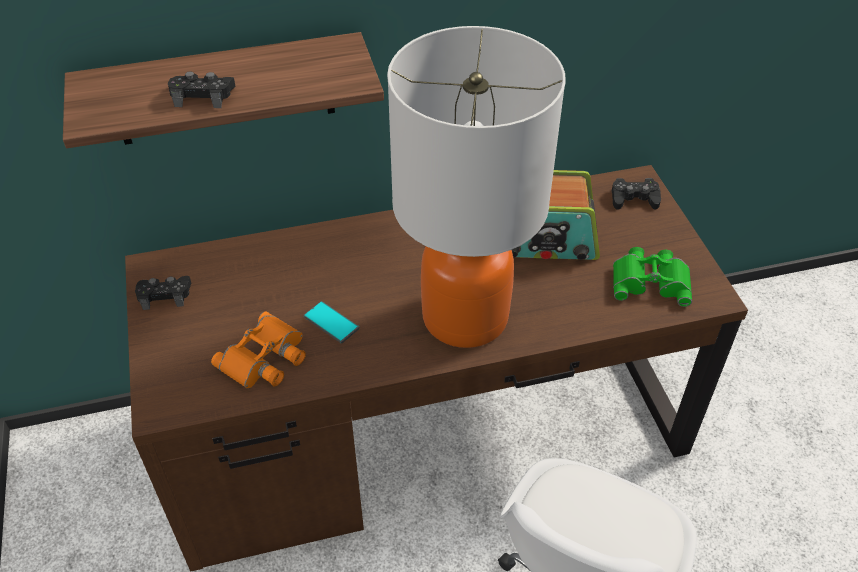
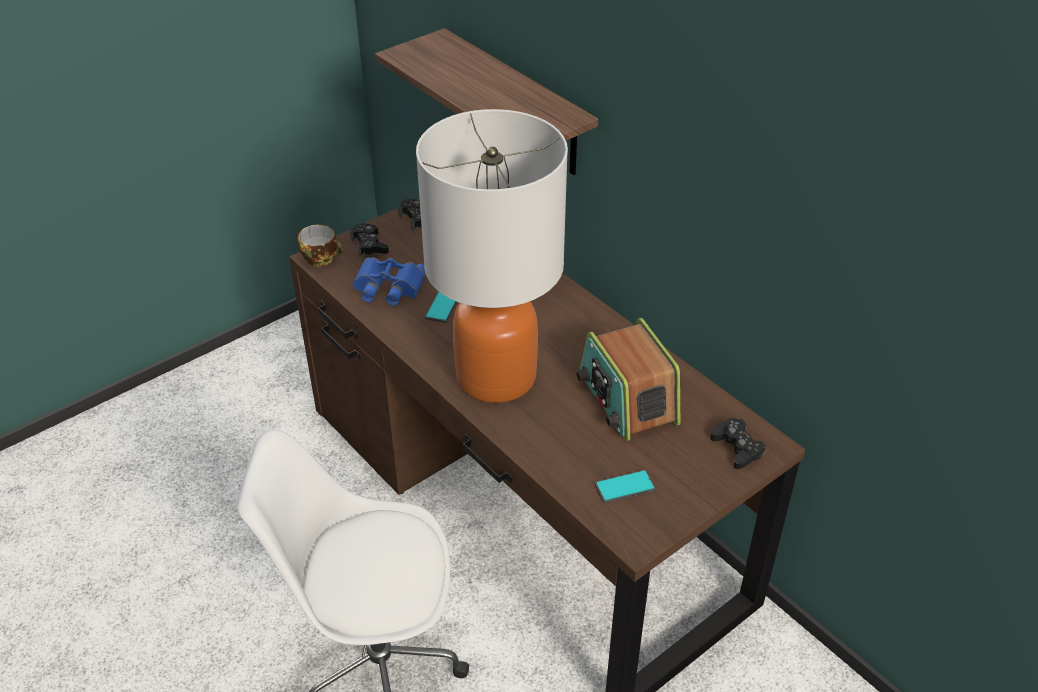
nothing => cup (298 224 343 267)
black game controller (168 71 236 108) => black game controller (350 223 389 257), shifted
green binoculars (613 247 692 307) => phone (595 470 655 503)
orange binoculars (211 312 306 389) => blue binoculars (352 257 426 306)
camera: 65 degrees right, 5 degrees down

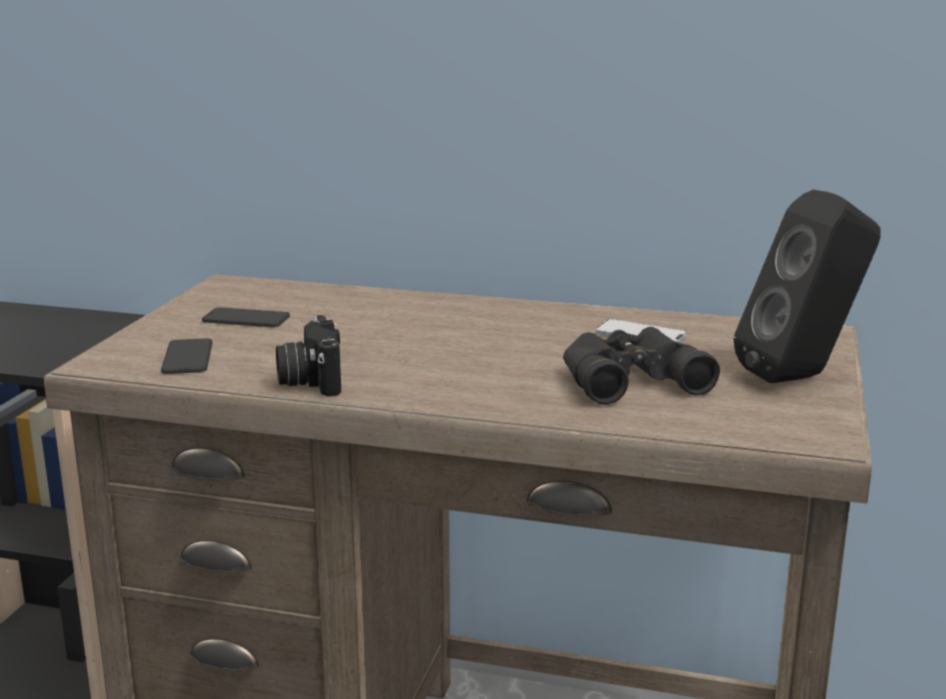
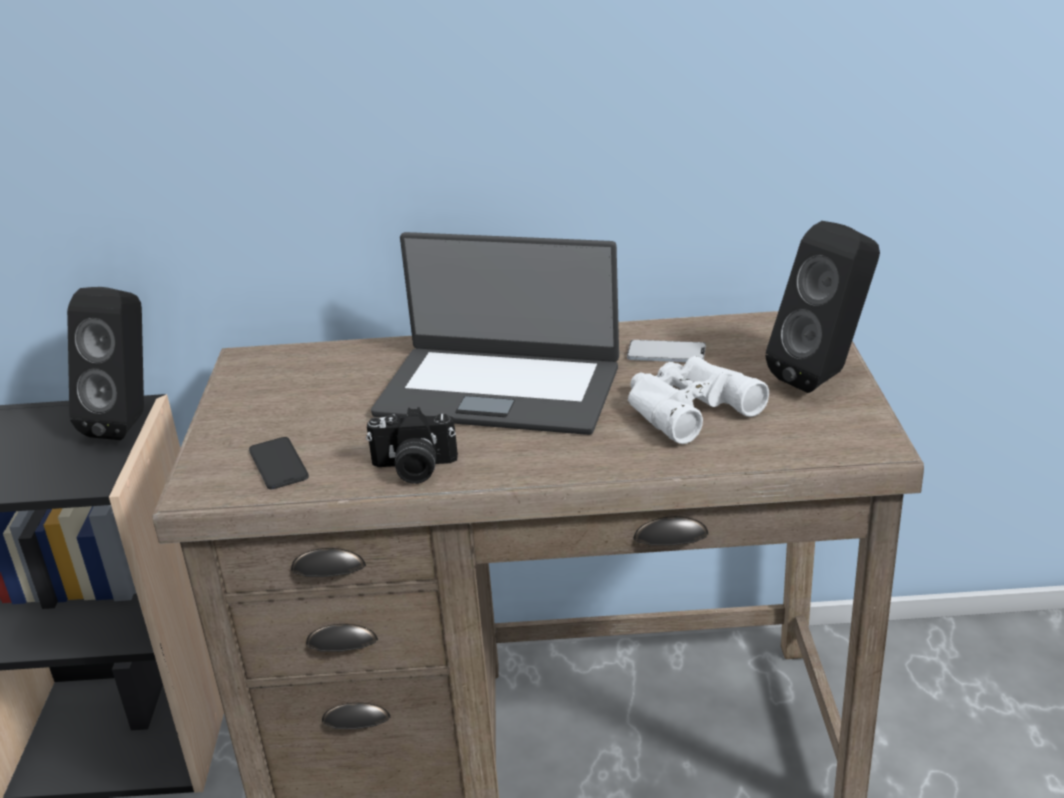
phone (202 307 290 327) => nothing
nothing => black speaker (67 287 144 440)
nothing => laptop (371 232 619 435)
black binoculars (563 327 720 405) => white binoculars (628 356 769 444)
photo camera (276 315 341 396) => photo camera (366 407 458 484), 60 degrees counterclockwise
camera: 15 degrees left, 10 degrees up

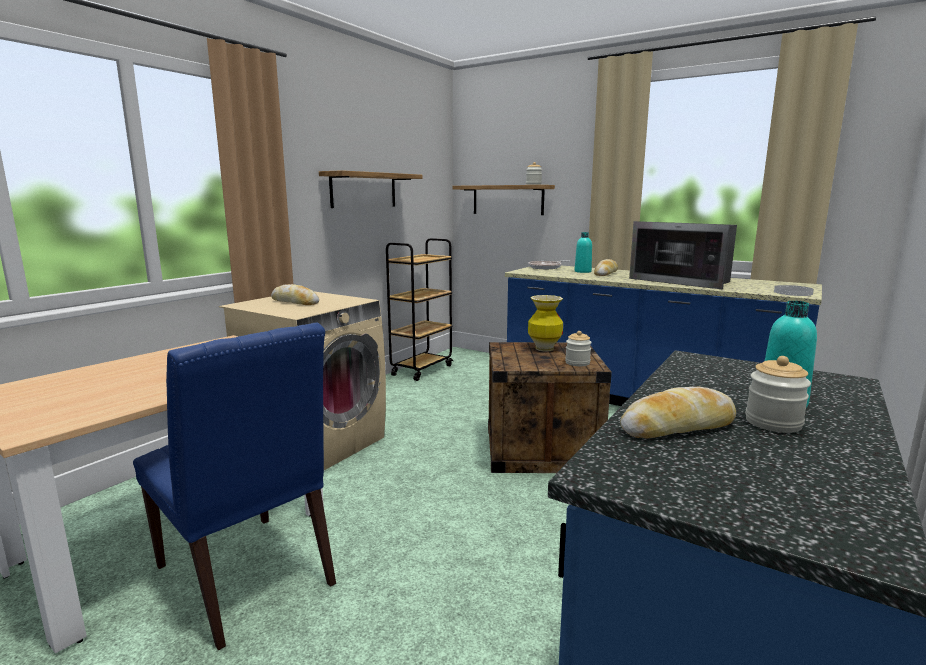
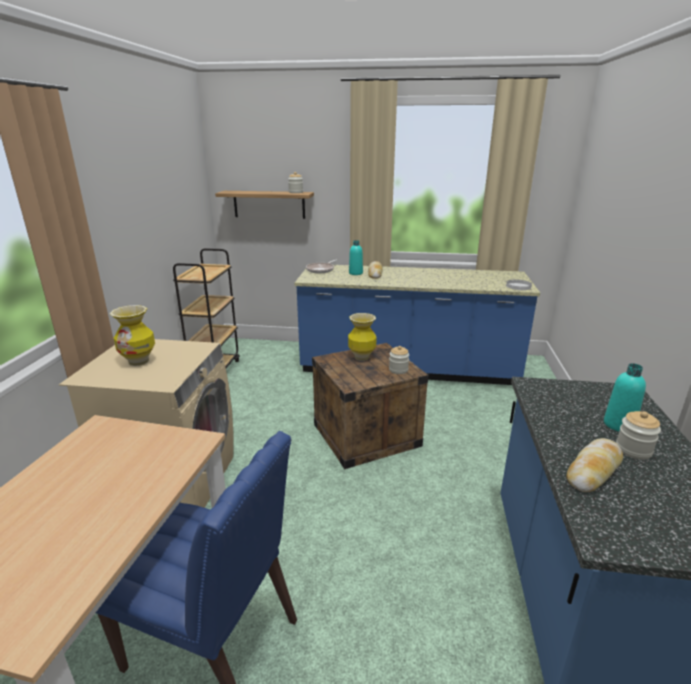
shelf (319 170 423 208) => nothing
microwave (629 221 737 289) => nothing
bread (271 284 319 305) => vase (110 305 155 366)
camera: 25 degrees left, 10 degrees up

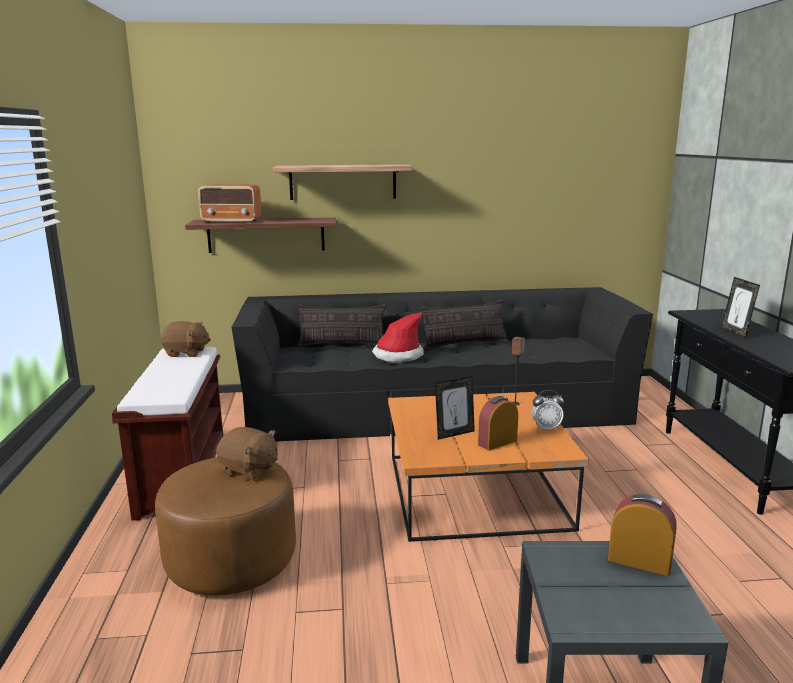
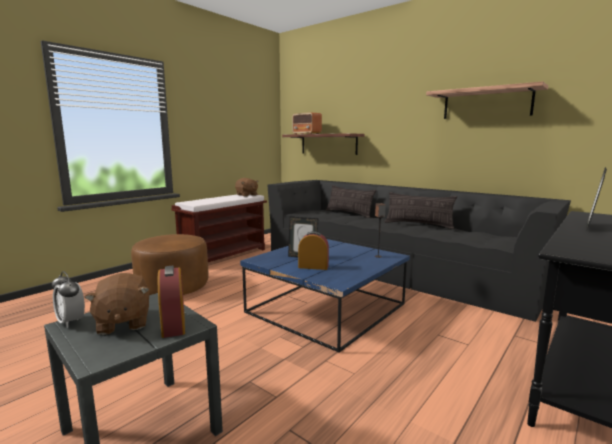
hat (372 312 424 363) => nothing
brown plush toy (216 427 278 481) => brown plush toy (84 273 149 335), shifted
shelf (273 164 413 200) => shelf (426 81 548 119), shifted
alarm clock (532 390 564 431) => alarm clock (52 271 85 328), shifted
orange coffee table (388 392 589 542) => blue coffee table (240 239 410 352)
camera: 45 degrees right, 5 degrees down

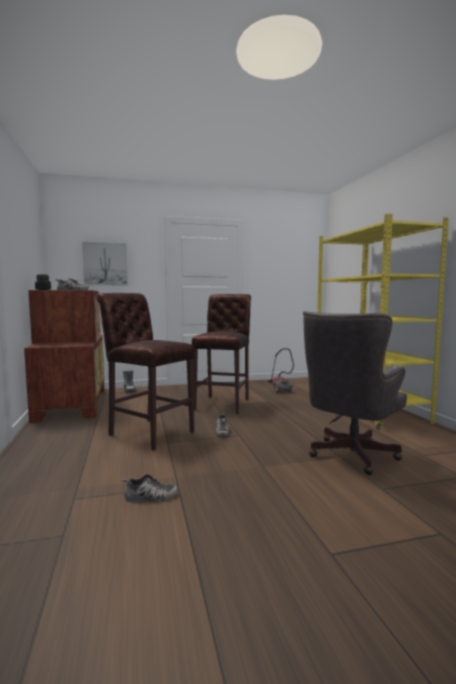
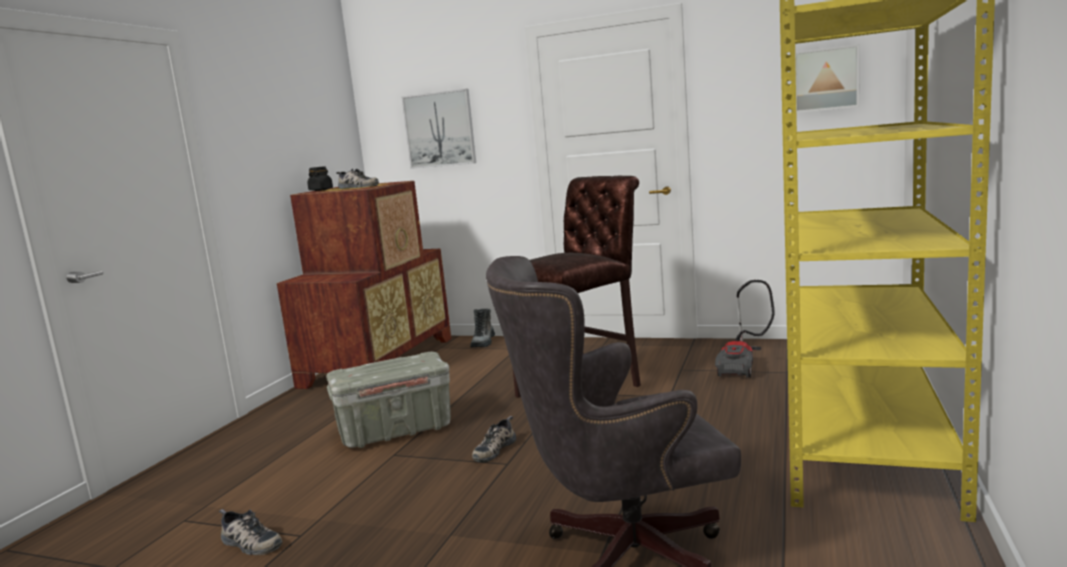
nothing => picture (795 44 859 113)
brown stool (96 293 195 450) => grey storage box (326 352 451 448)
camera: 35 degrees right, 5 degrees up

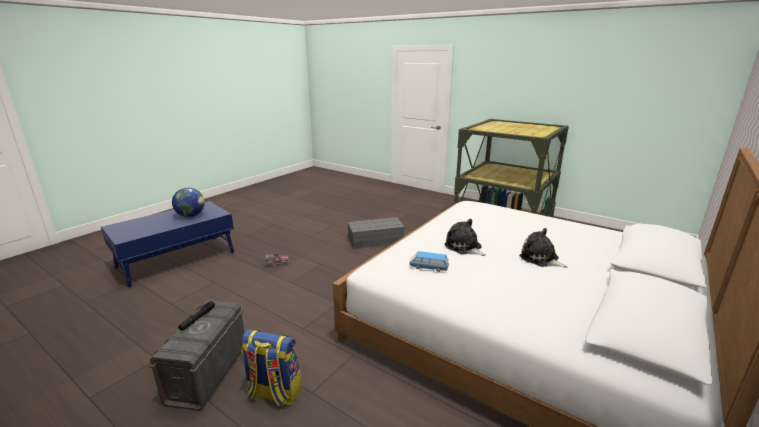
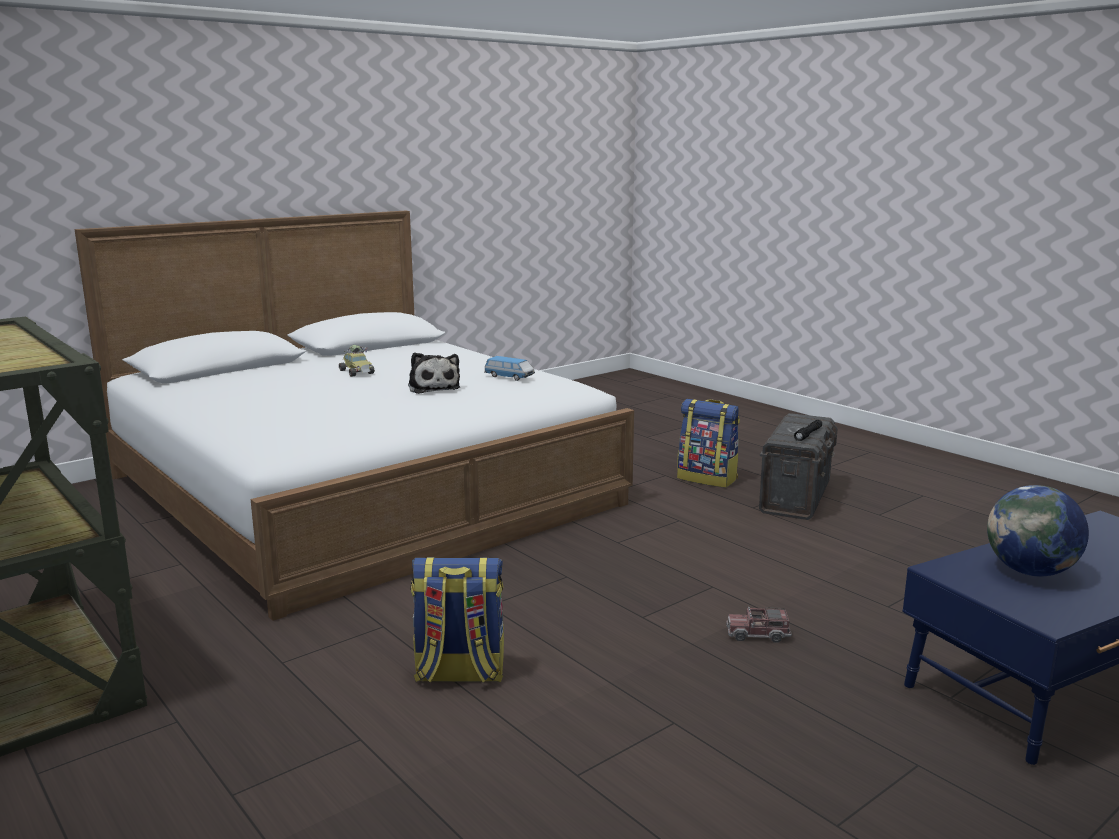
grey storage box (348 217 405 249) => backpack (411 557 504 682)
plush toy (519 228 568 268) => toy car (339 345 375 377)
camera: 165 degrees left, 5 degrees down

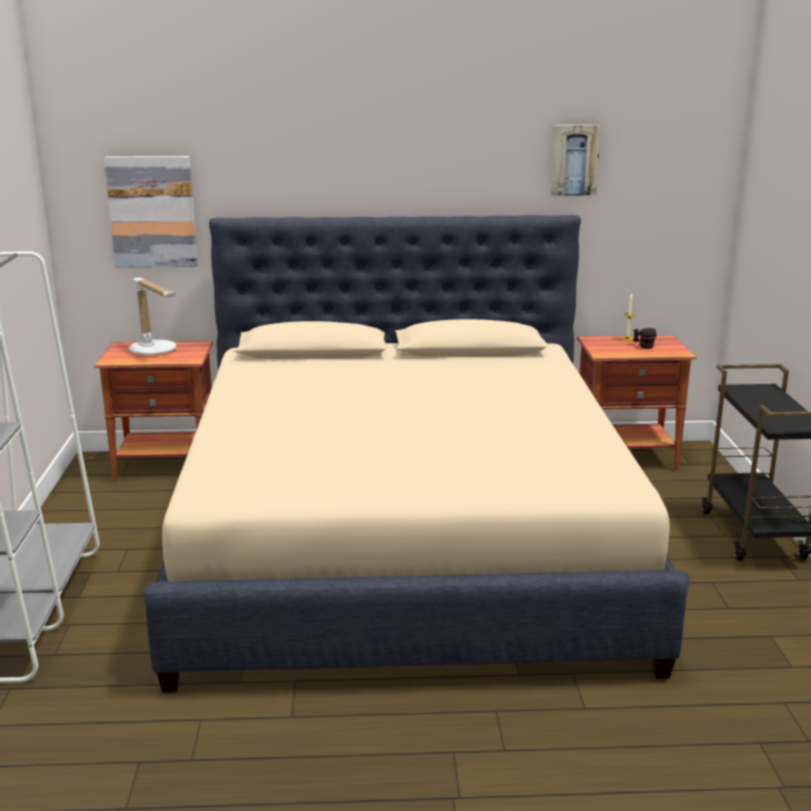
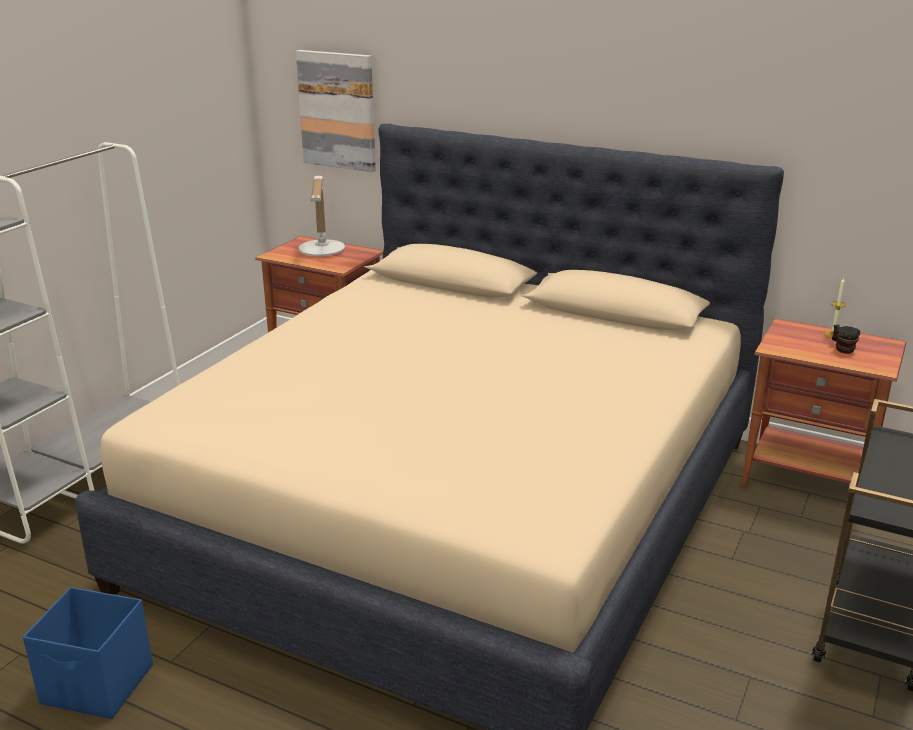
picture (550 125 601 196) => nothing
nothing => blue storage box (23 587 153 719)
camera: 30 degrees right, 5 degrees up

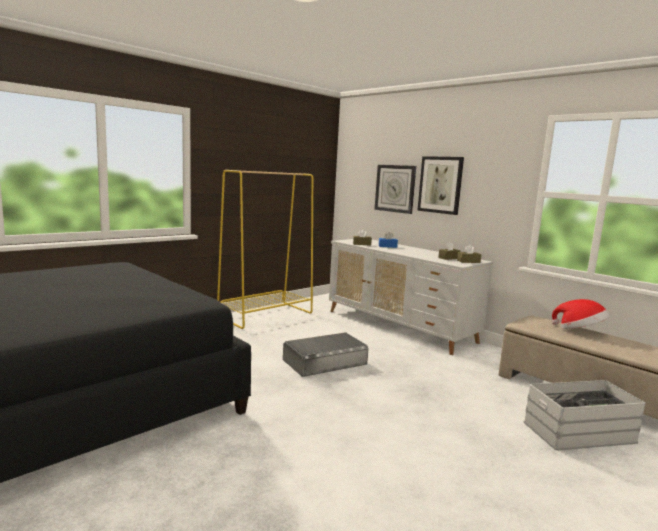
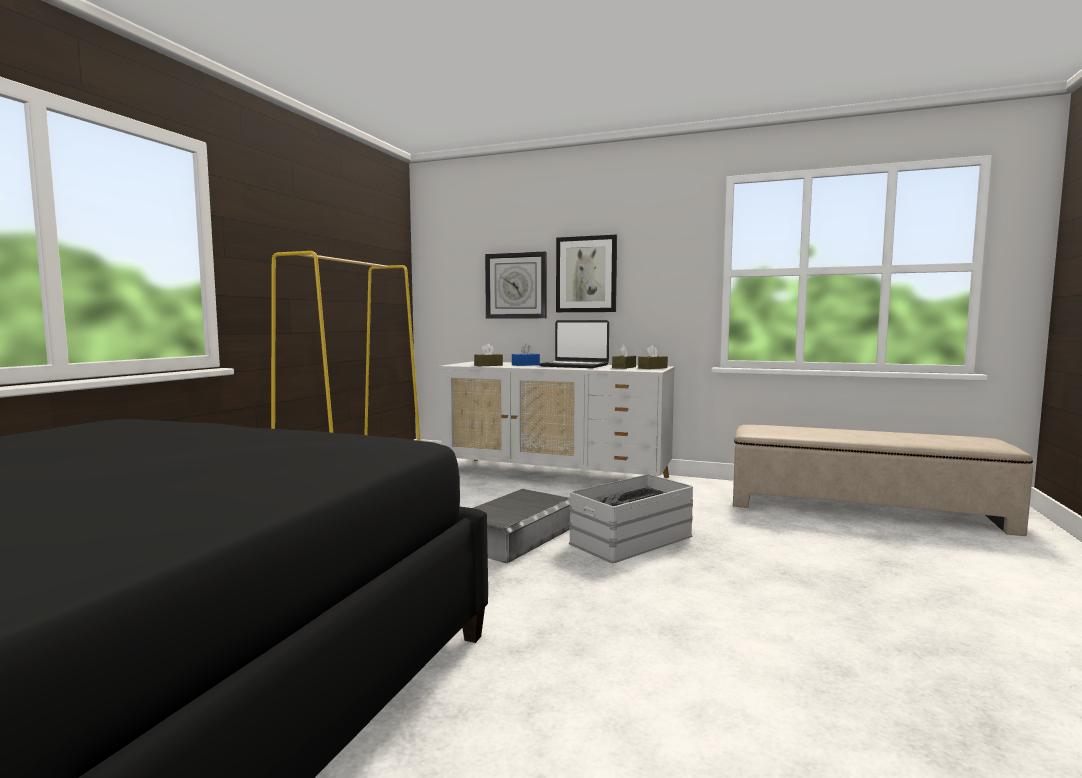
hat (552 299 609 329) => nothing
nothing => laptop (539 320 609 368)
grey storage box (524 380 645 450) => grey storage box (569 474 693 563), shifted
camera: 25 degrees left, 5 degrees down

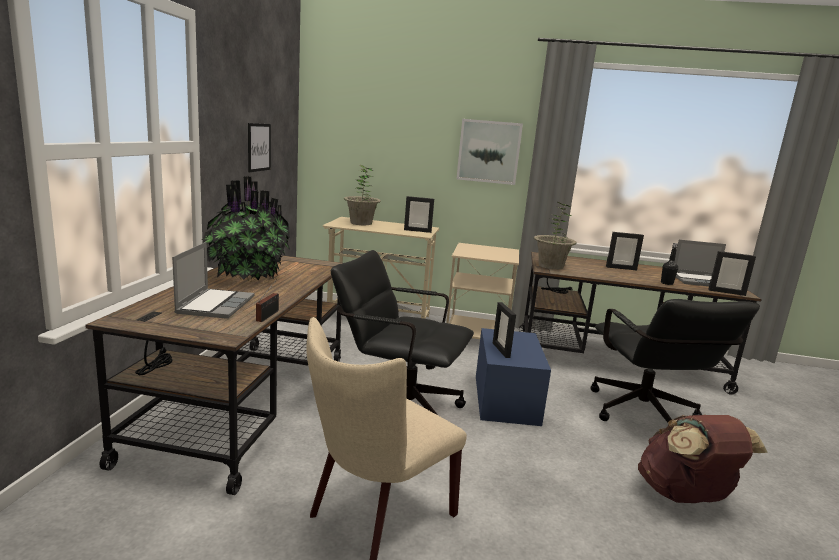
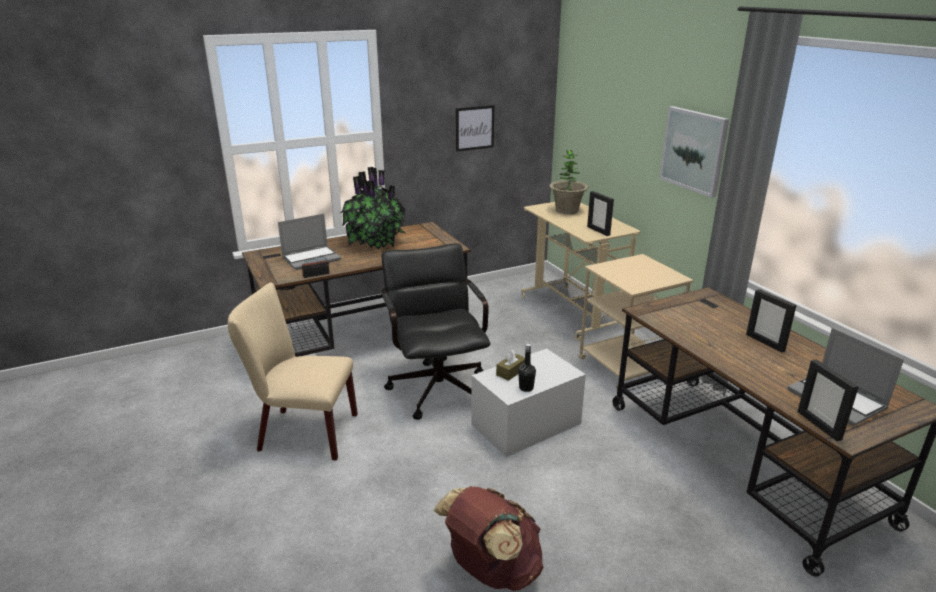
potted plant (534 202 577 270) => nothing
black office chair (590 299 760 422) => nothing
black bottle (661 243 678 285) => black bottle (518 344 536 392), shifted
picture frame (493 302 516 358) => brown tissue box (496 350 525 381)
blue storage box (476 328 551 426) => white storage box (471 348 586 457)
camera: 55 degrees right, 10 degrees up

